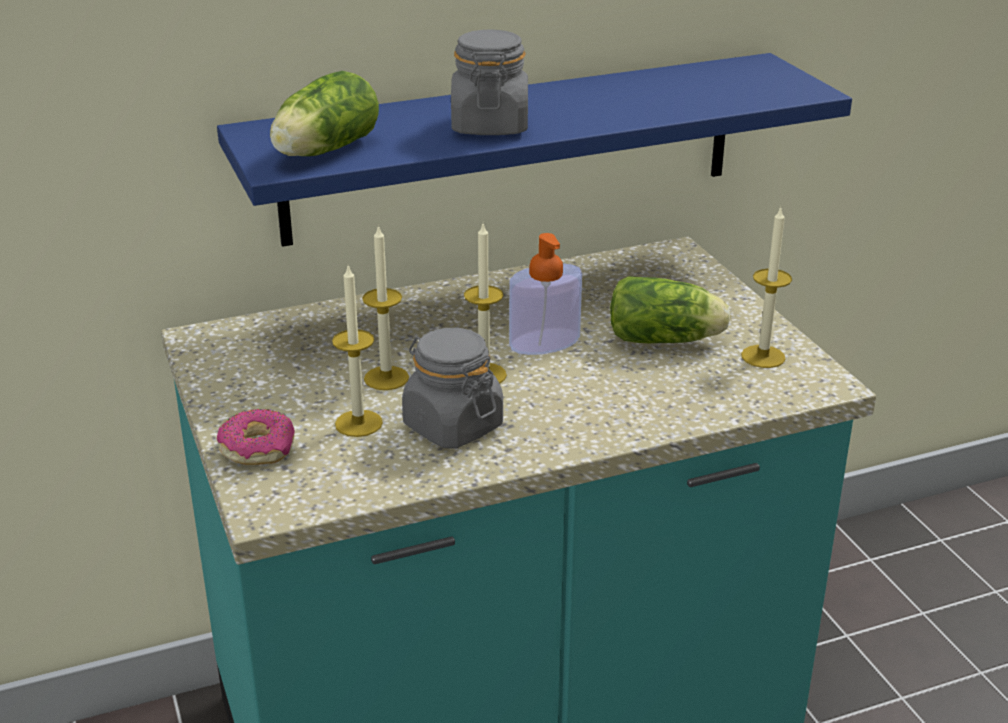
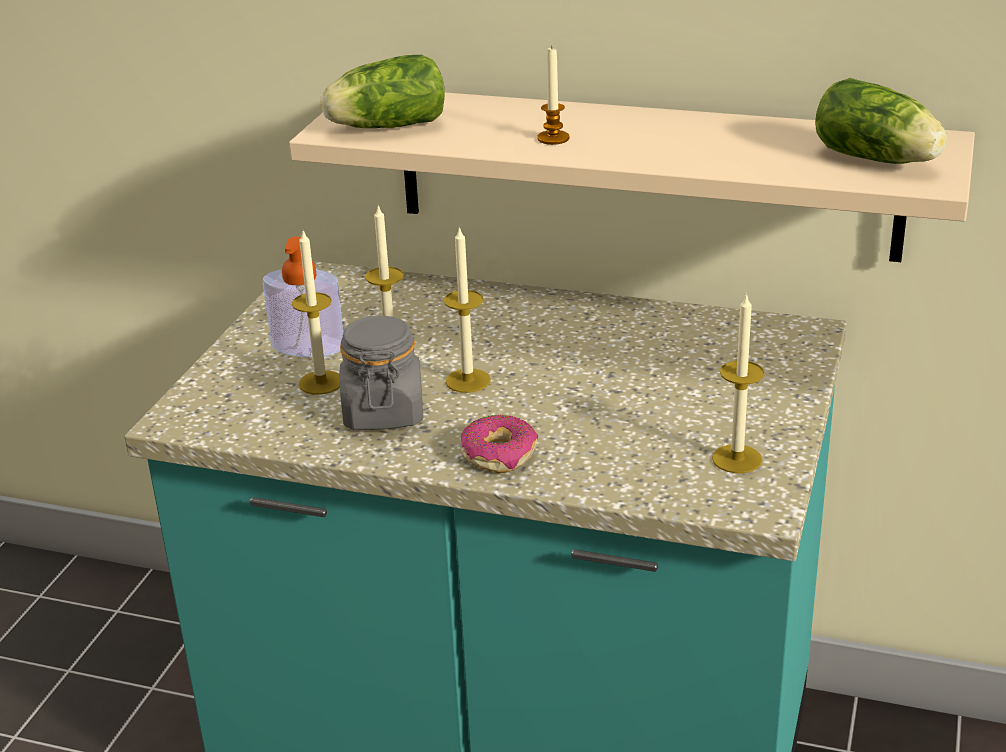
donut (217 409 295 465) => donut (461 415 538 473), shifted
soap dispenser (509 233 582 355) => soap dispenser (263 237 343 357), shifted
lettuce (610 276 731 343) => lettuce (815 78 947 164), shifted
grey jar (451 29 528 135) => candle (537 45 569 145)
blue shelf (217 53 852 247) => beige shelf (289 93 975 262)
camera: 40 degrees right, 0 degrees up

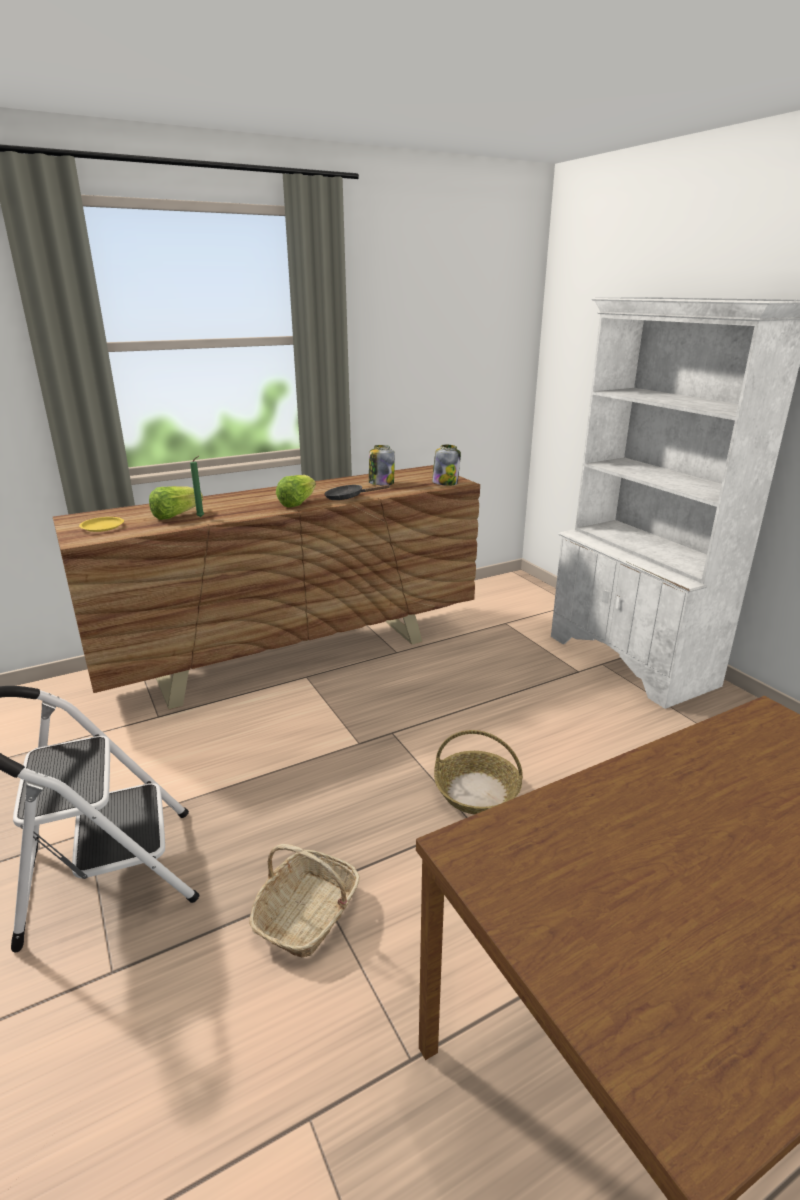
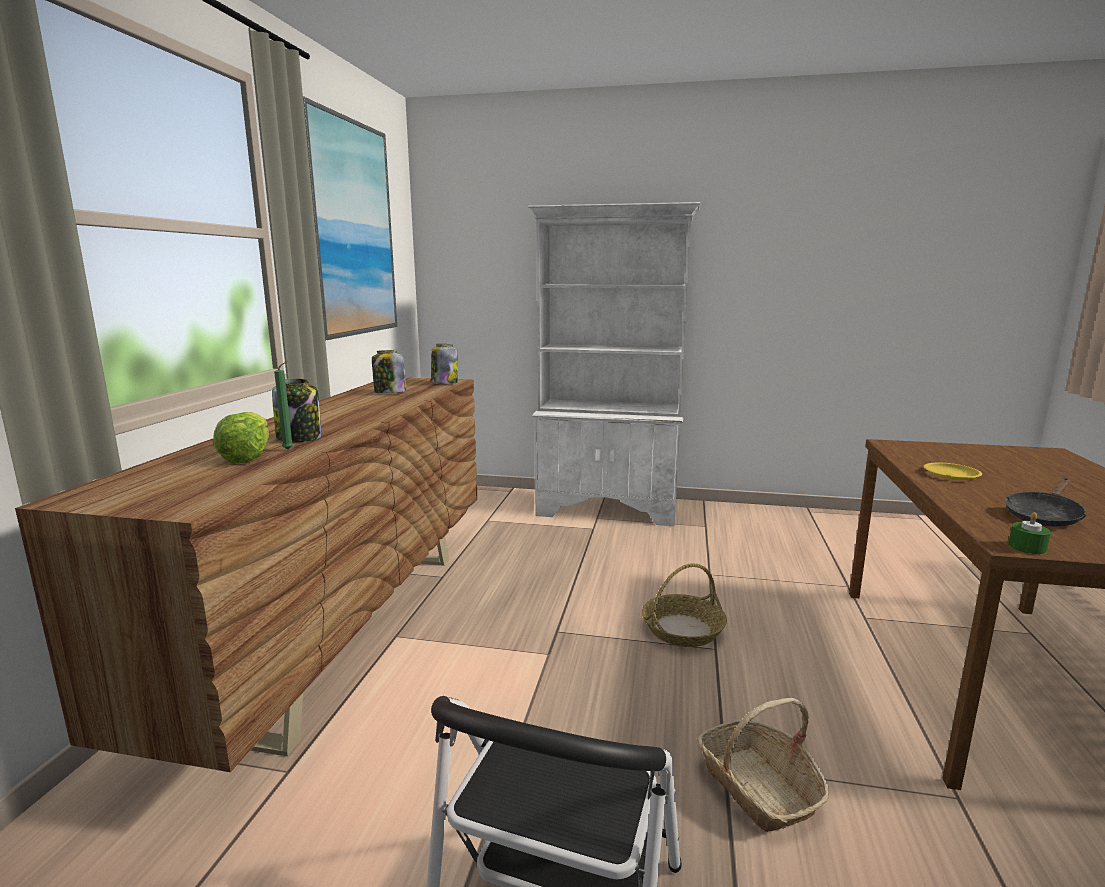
lettuce (276 475 316 508) => nothing
nothing => jar (272 378 321 442)
nothing => picture (303 96 397 341)
nothing => green candle (1008 512 1051 554)
yellow plate (79 517 124 532) => yellow plate (924 463 982 480), shifted
black frying pan (325 485 389 500) => black frying pan (1006 478 1086 527), shifted
camera: 50 degrees left, 10 degrees down

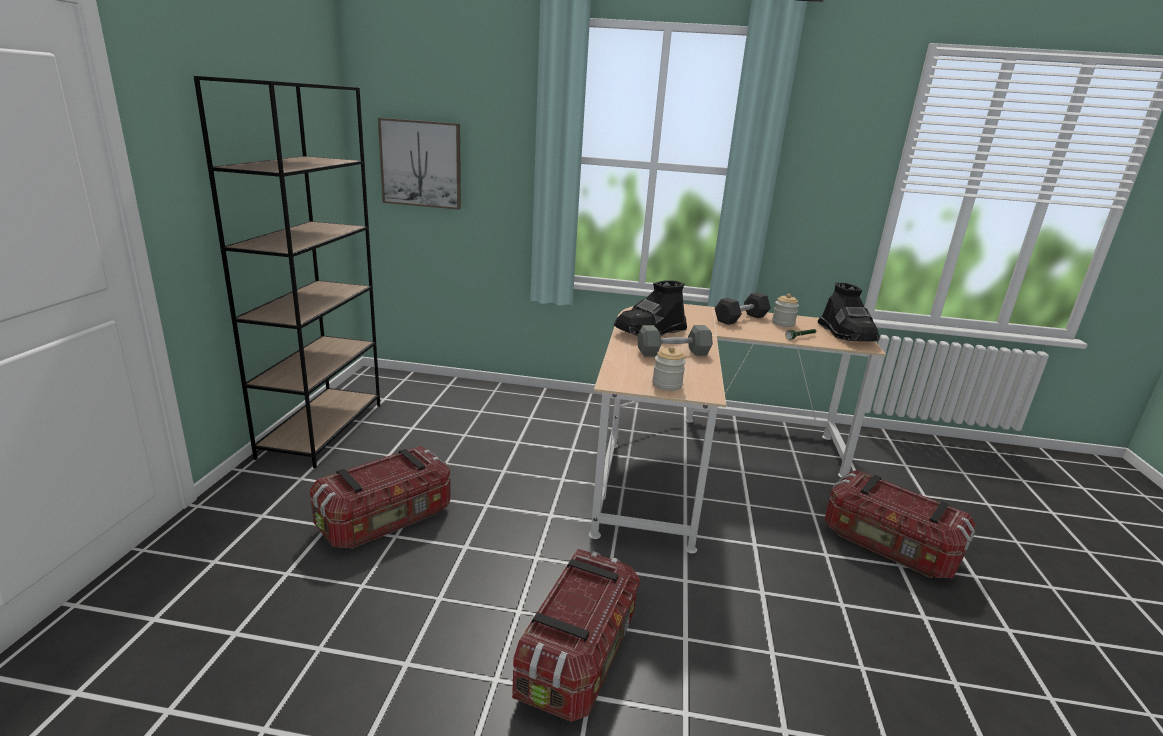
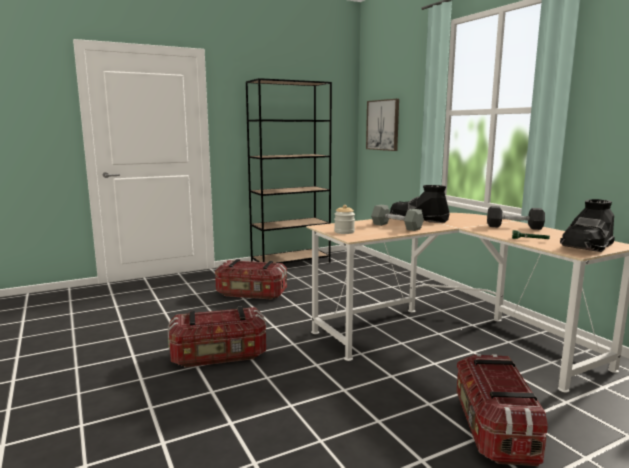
jar (772 294 799 327) => nothing
camera: 55 degrees right, 10 degrees down

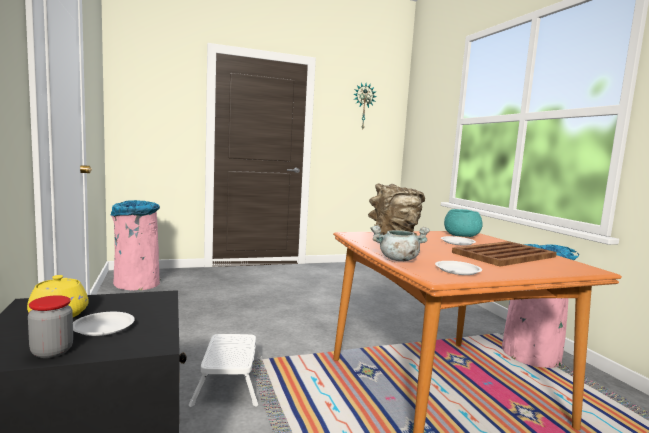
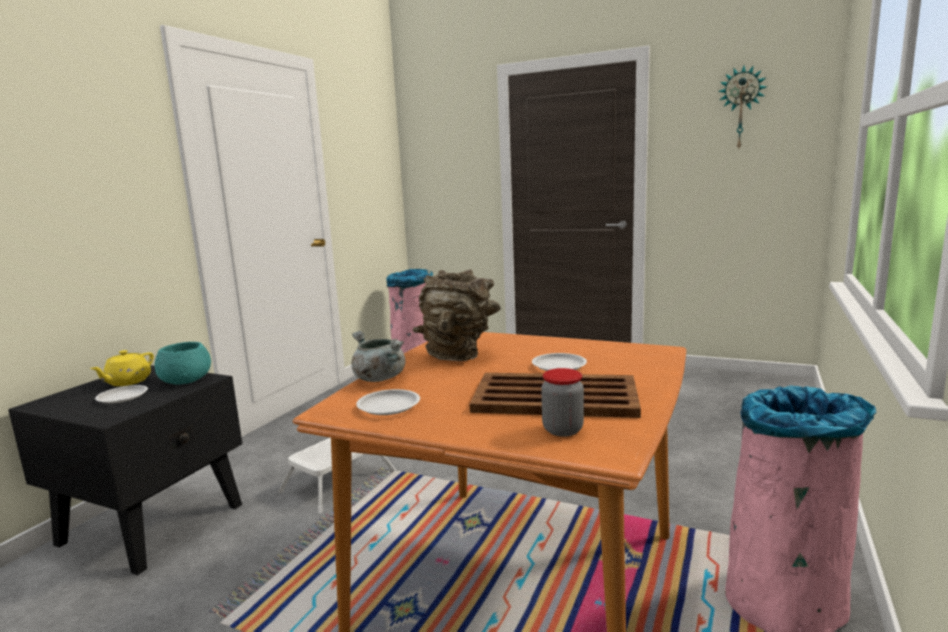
jar (28 295 73 358) => jar (541 368 584 437), shifted
turquoise bowl (444 209 483 237) => turquoise bowl (155 342 211 385), shifted
camera: 45 degrees right, 5 degrees up

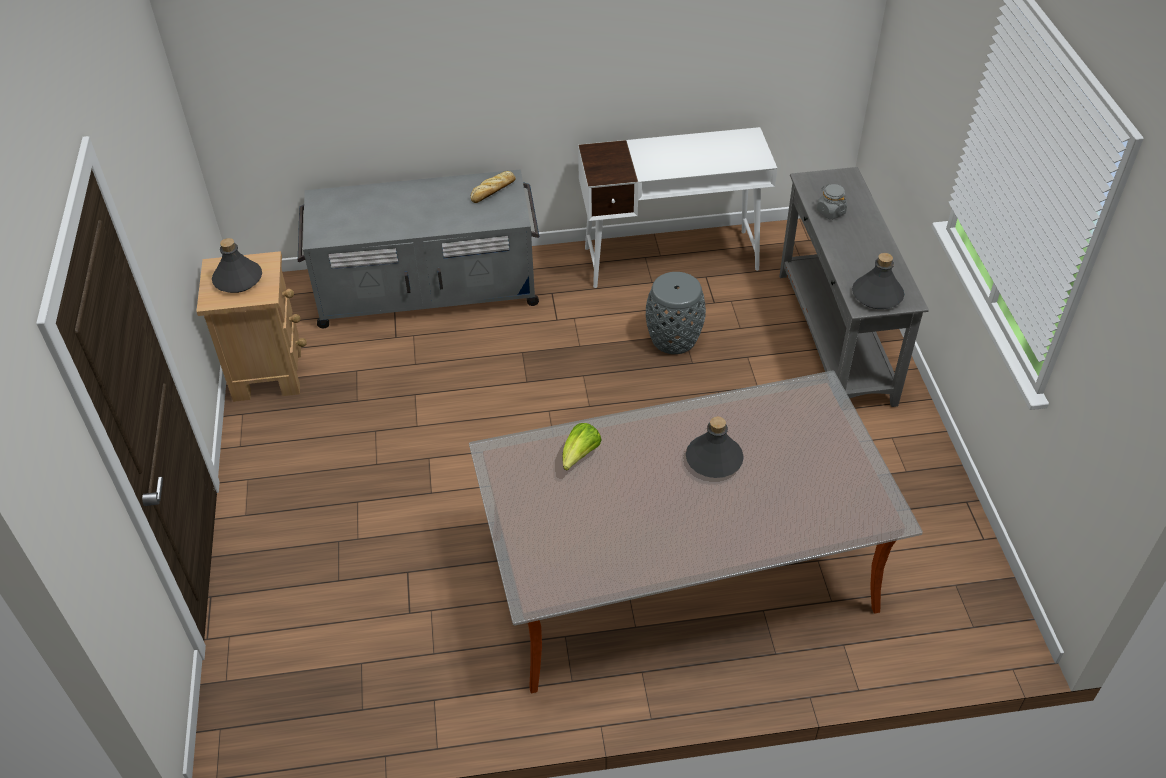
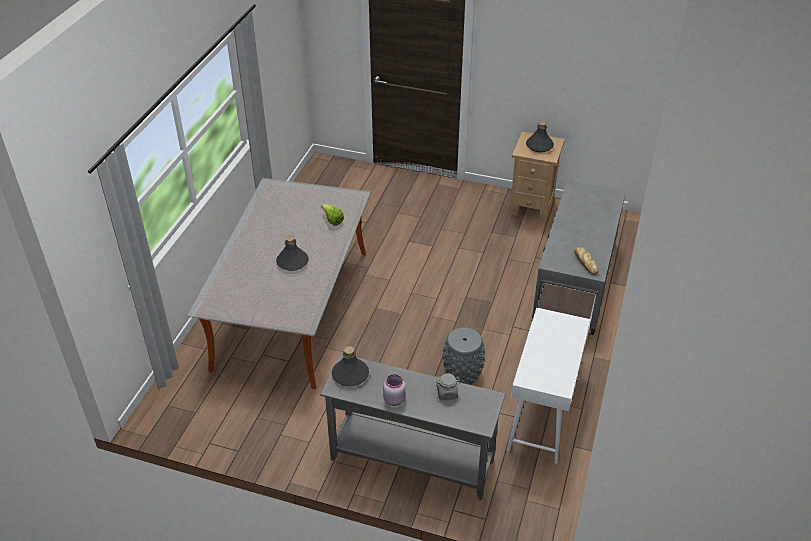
nothing => pink jar (383 374 406 406)
camera: 115 degrees right, 5 degrees down

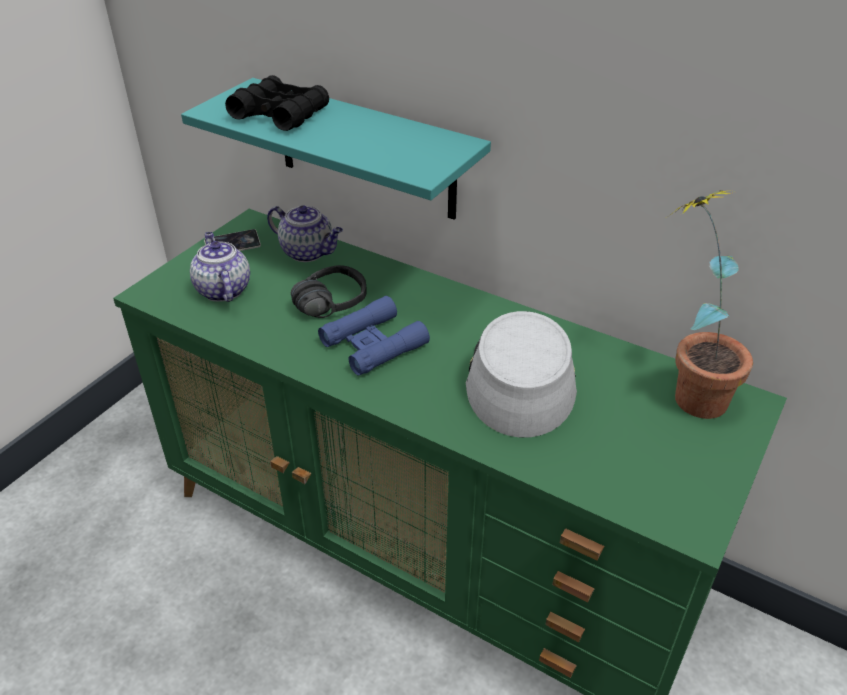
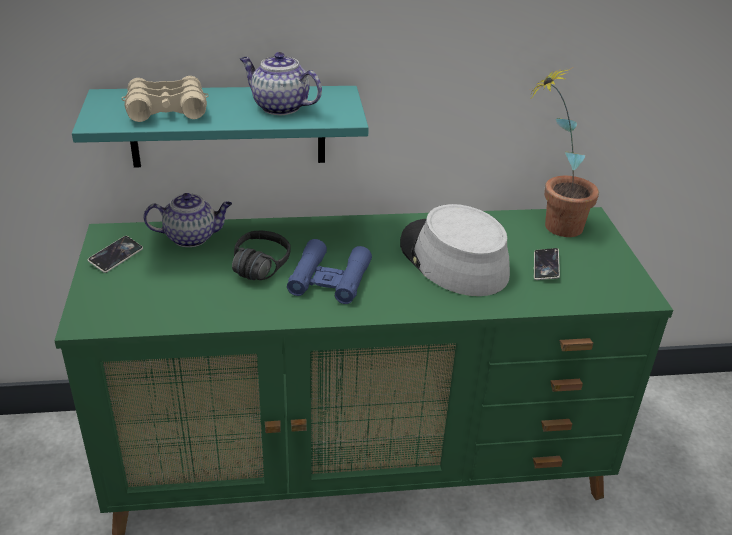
nothing => phone (534 248 560 280)
teapot (190 232 250 302) => teapot (240 52 322 115), shifted
black binoculars (225 75 329 131) => beige binoculars (122 76 209 122)
camera: 40 degrees left, 5 degrees down

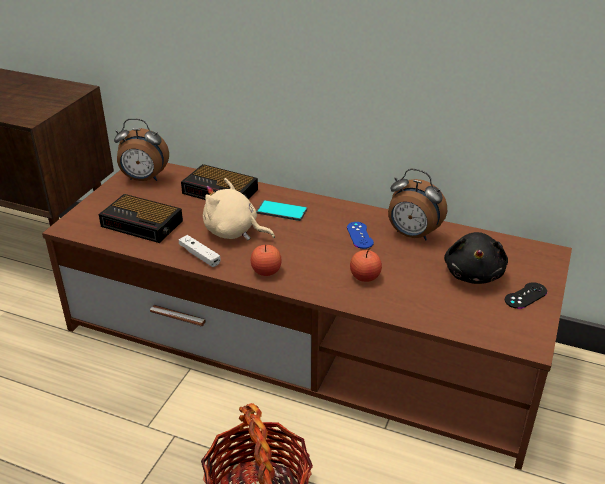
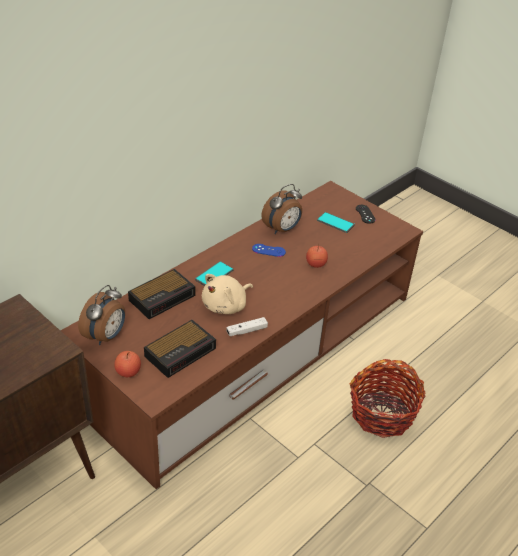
apple (251 245 282 276) => apple (114 351 141 377), shifted
black plush toy (444 232 508 284) => phone (317 212 355 233)
camera: 70 degrees left, 5 degrees up

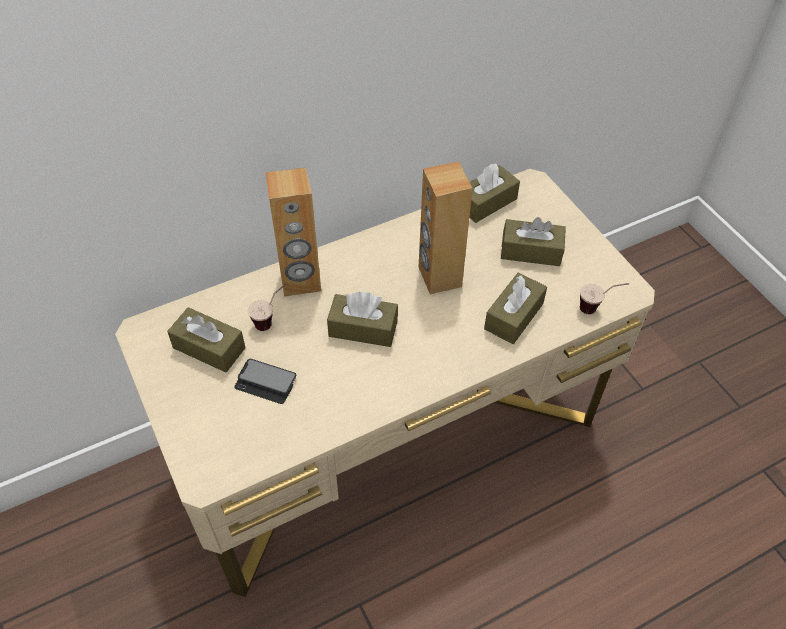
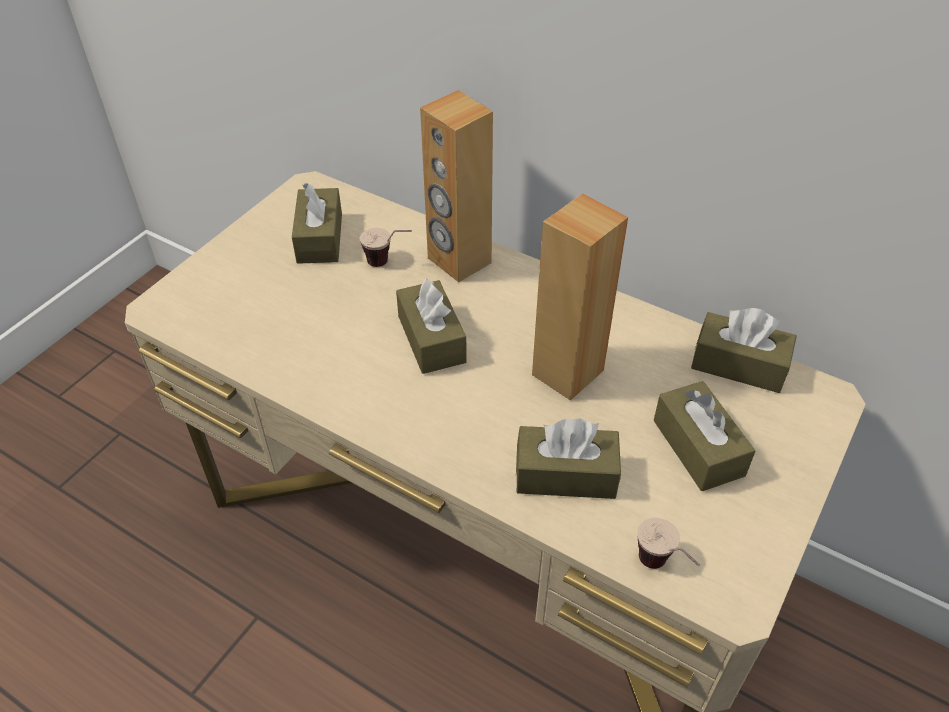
phone (234 358 296 404) => nothing
camera: 60 degrees right, 5 degrees down

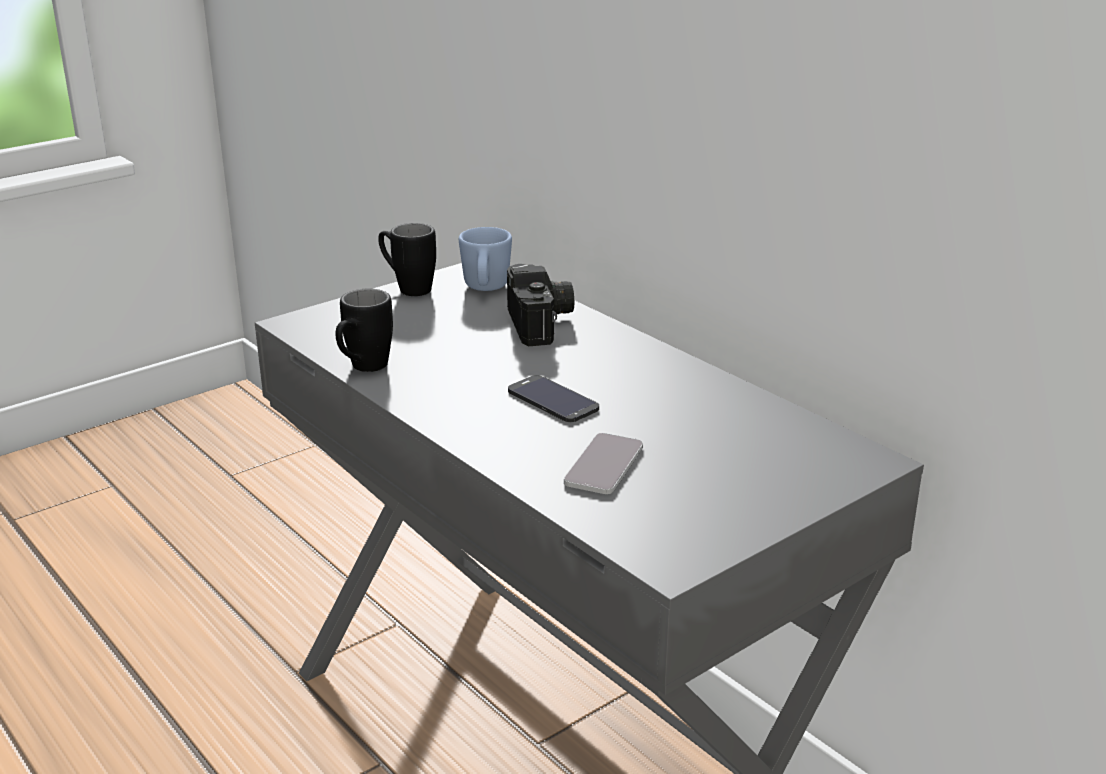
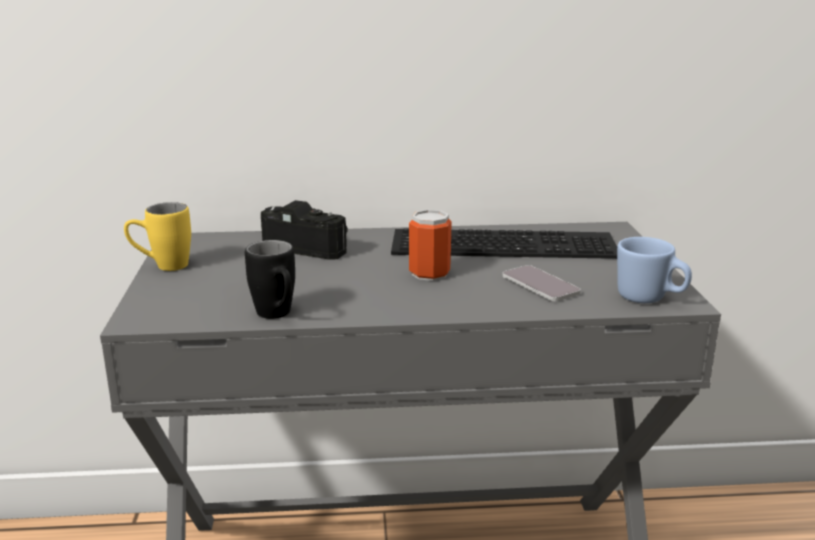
nothing => keyboard (391 229 617 259)
blue mug (459 227 512 291) => blue mug (617 237 692 303), shifted
phone (508 375 599 422) => can (409 209 452 281)
black mug (378 223 436 296) => yellow mug (124 202 191 271)
camera: 55 degrees left, 5 degrees down

